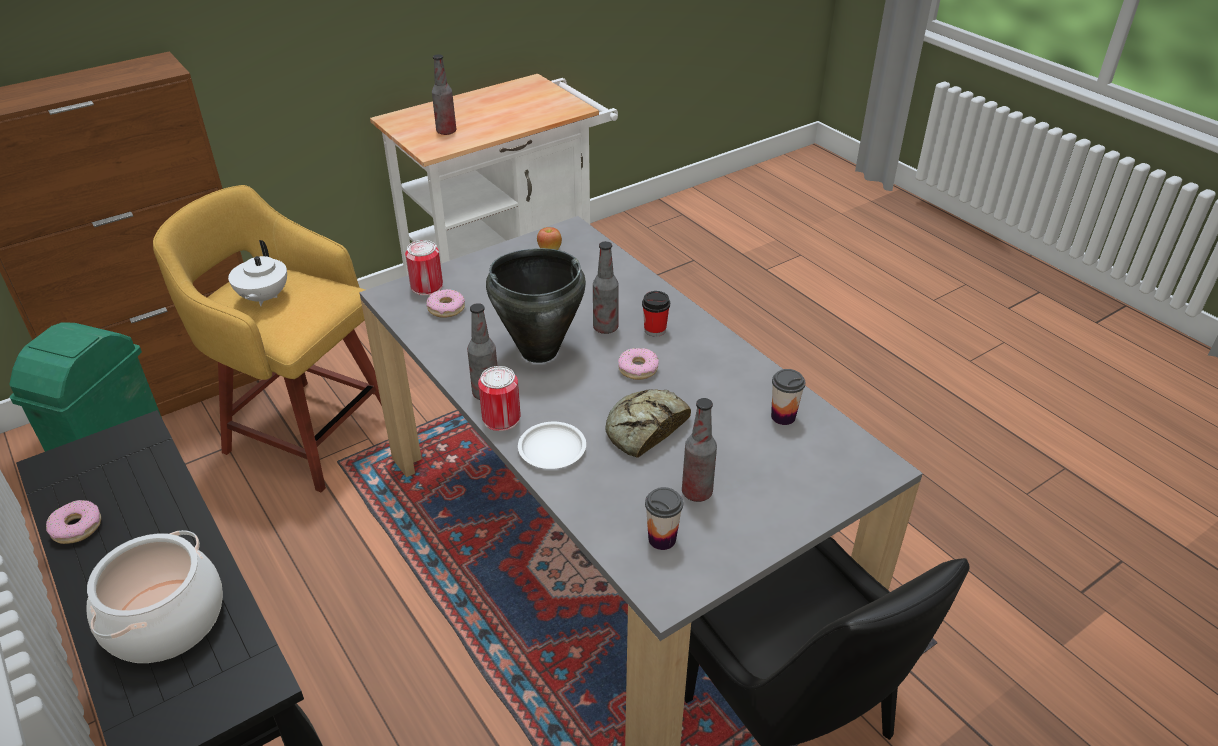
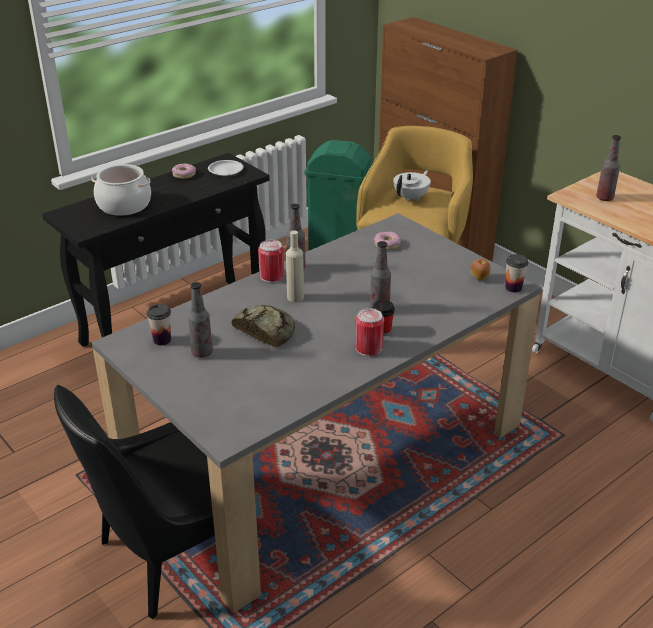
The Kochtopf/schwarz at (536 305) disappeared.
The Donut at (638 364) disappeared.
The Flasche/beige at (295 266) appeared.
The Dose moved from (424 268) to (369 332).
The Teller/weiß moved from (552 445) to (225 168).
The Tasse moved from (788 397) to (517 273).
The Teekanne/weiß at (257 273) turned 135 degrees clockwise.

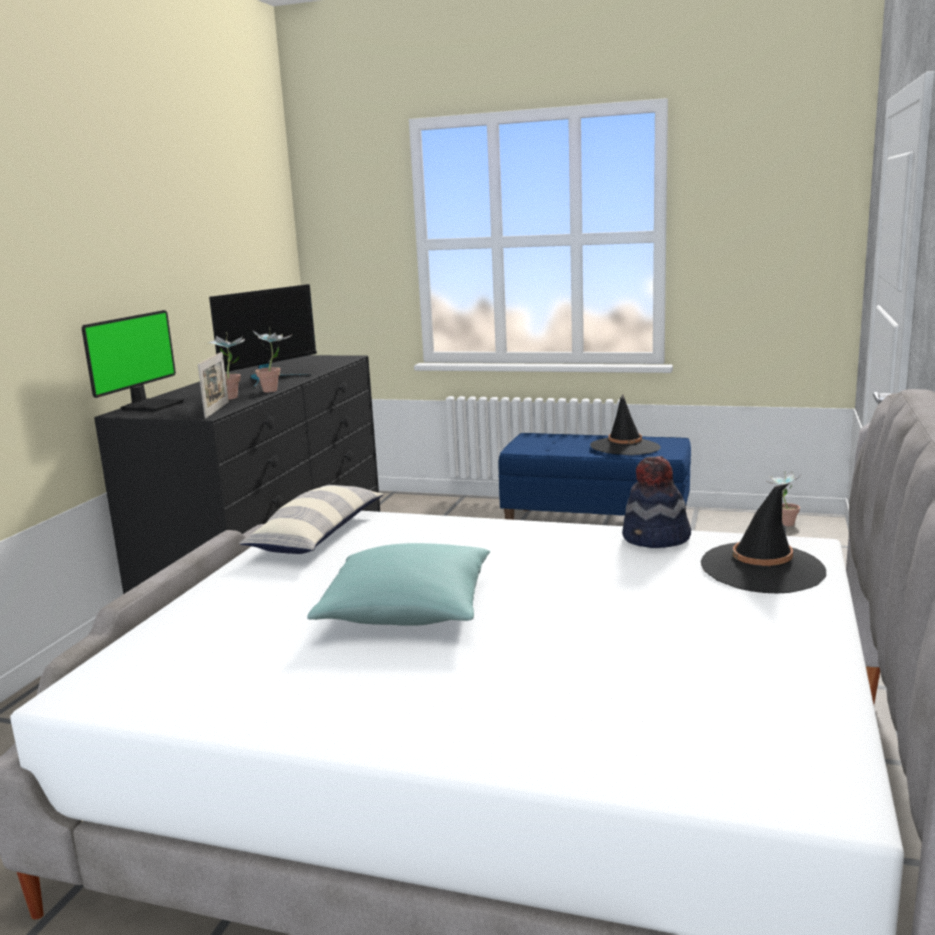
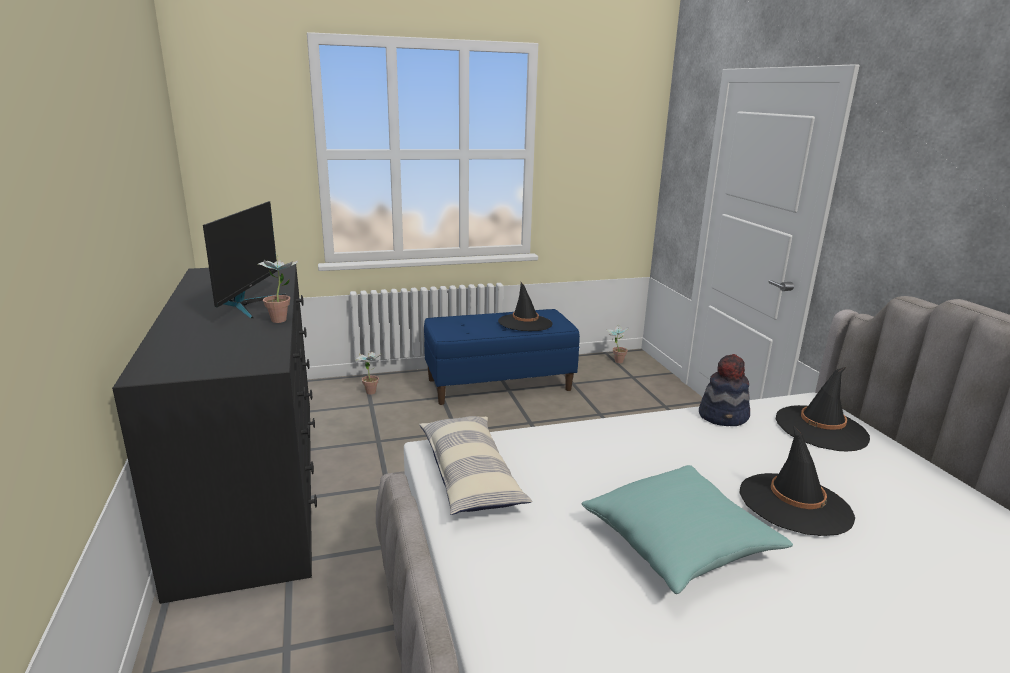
The Monitor at (133 361) disappeared.
The Bilderrahmen at (213 385) disappeared.
The Hut/schwarz at (797 480) appeared.
The Topfpflanze moved from (226 366) to (369 373).

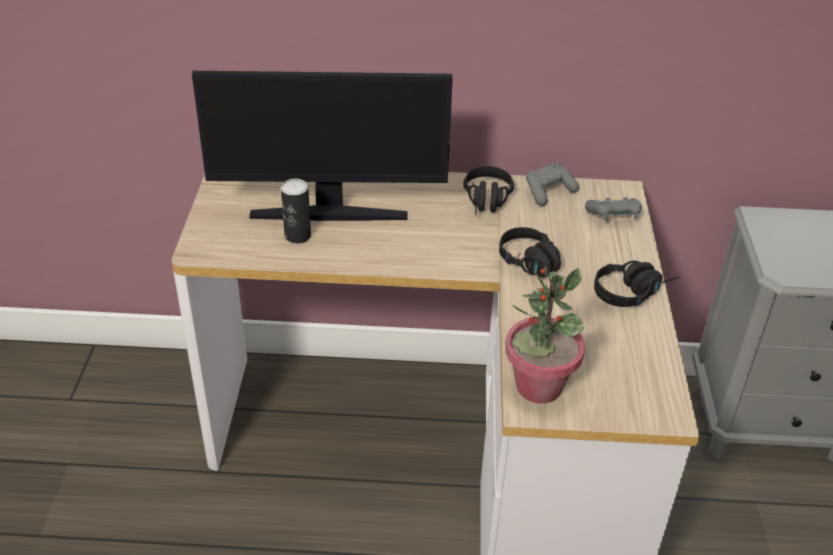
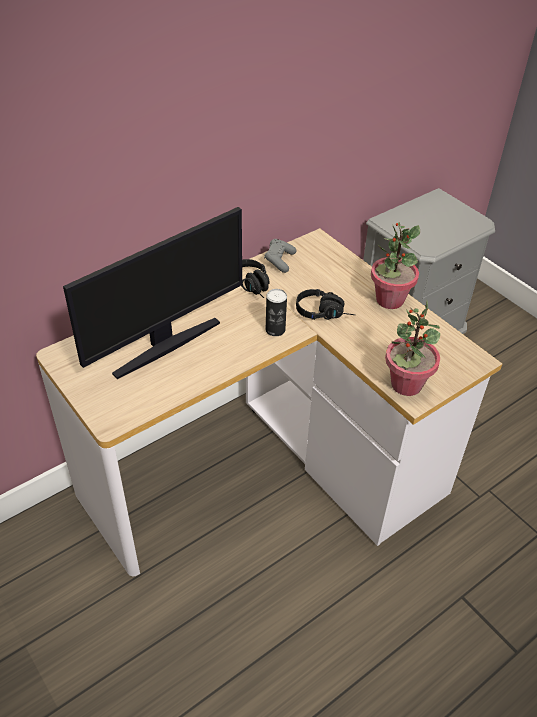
The Gamepad/grau at (613 208) disappeared.
The Dose moved from (296 211) to (276 312).
The Kopfhörer/schwarz at (636 284) was replaced by the Topfpflanze at (395 265).

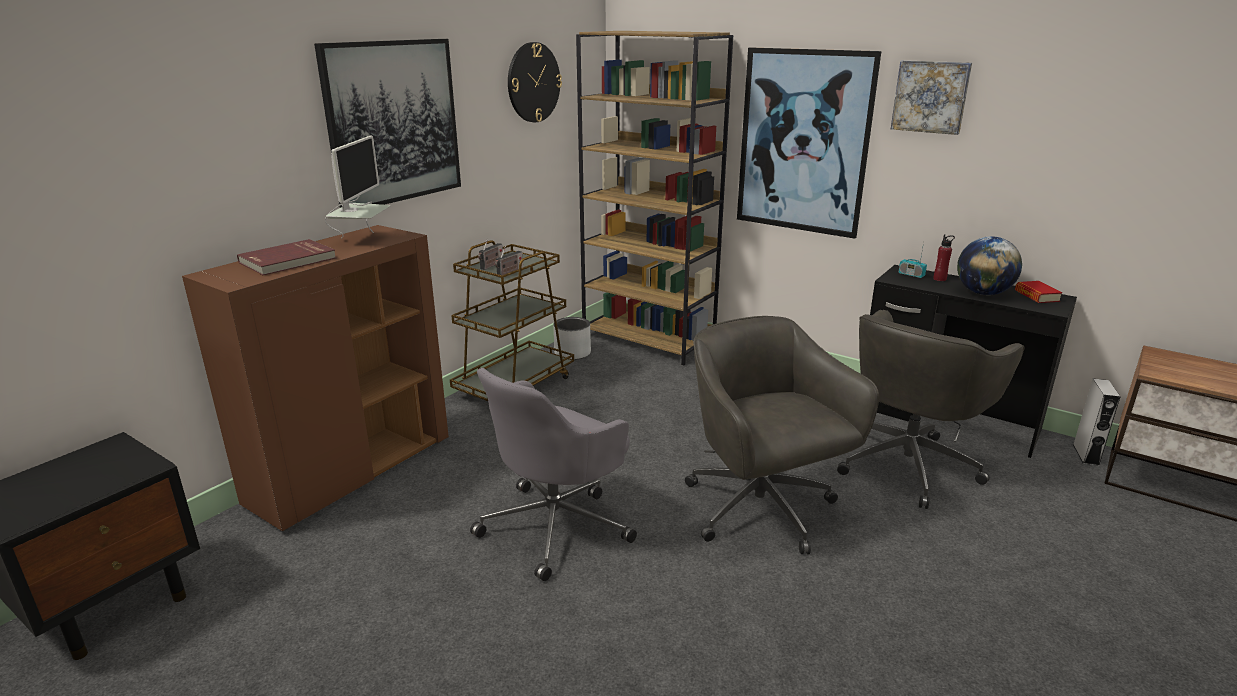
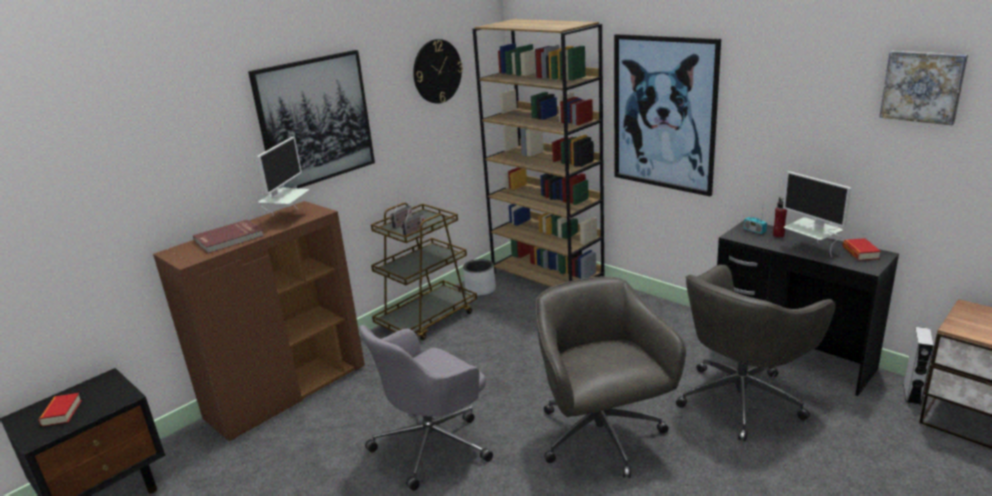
The Buch at (60 409) appeared.
The Bild moved from (931 97) to (923 88).
The Globus at (989 265) was replaced by the Monitor at (817 214).

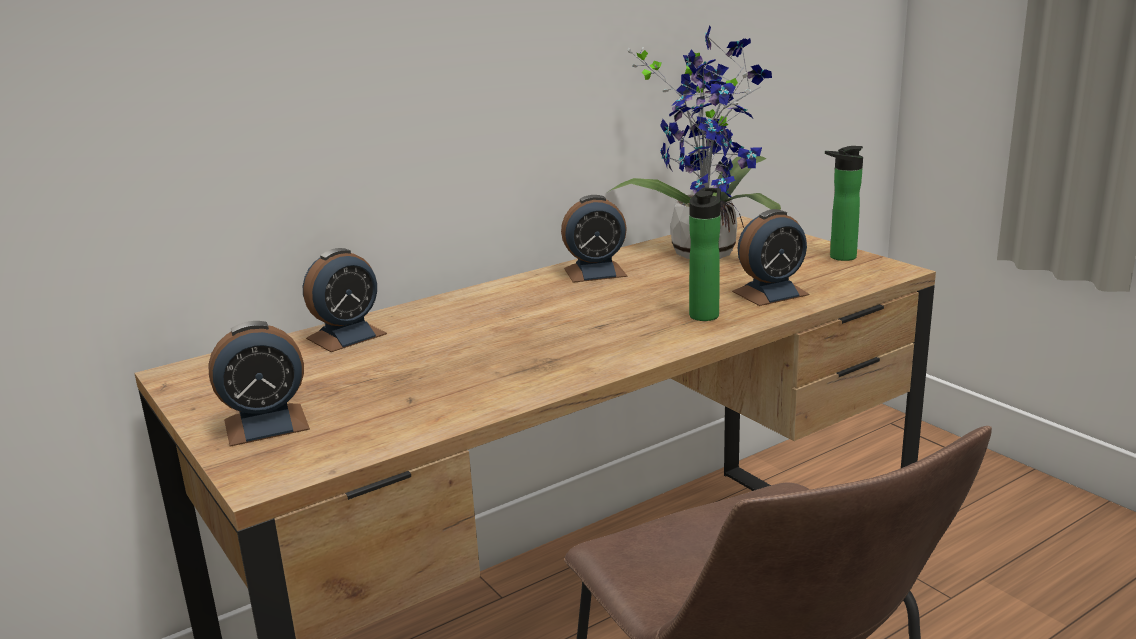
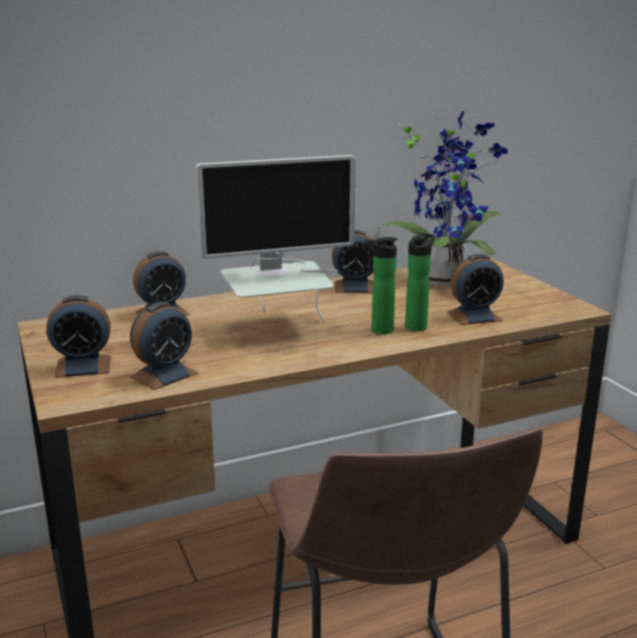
The Wecker at (164 346) appeared.
The Monitor at (276 239) appeared.
The Flasche moved from (844 203) to (381 285).

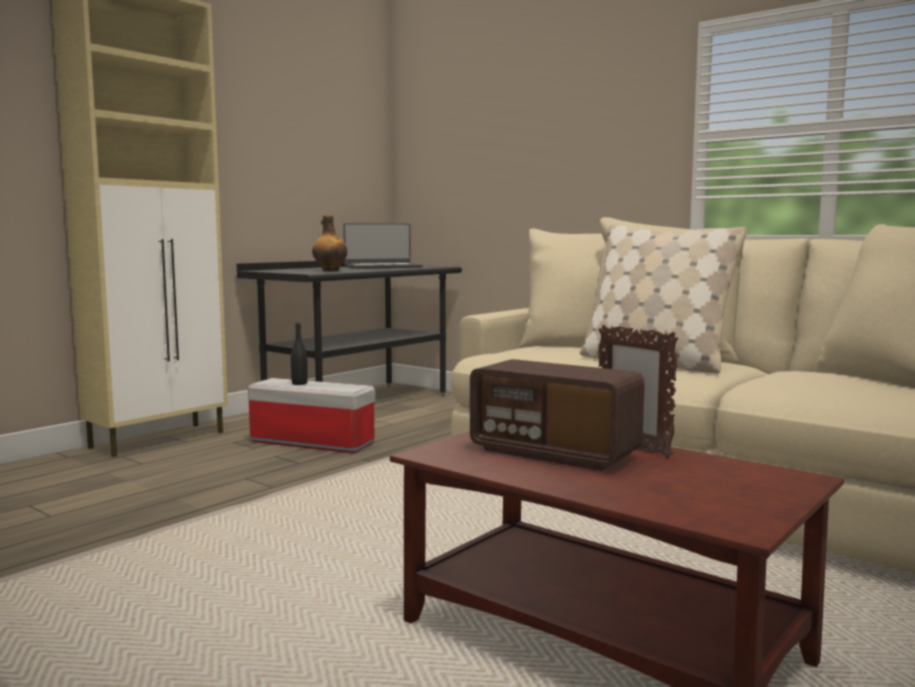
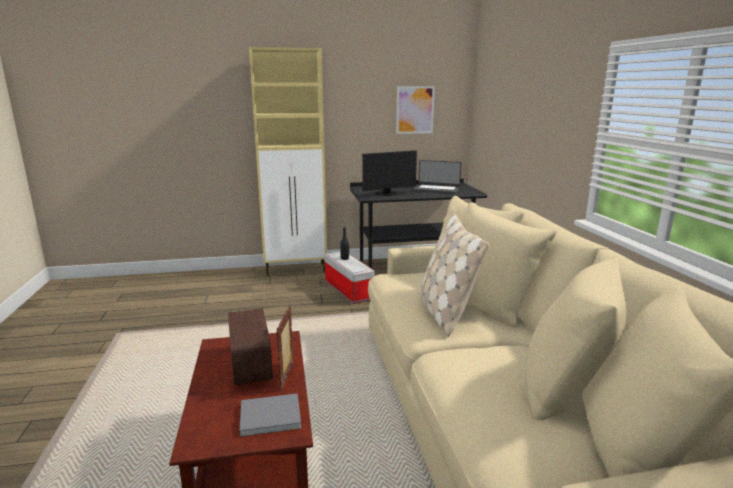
The Buch/grau at (270 415) appeared.
The Bild at (415 110) appeared.
The Flasche at (329 243) was replaced by the Monitor at (389 173).

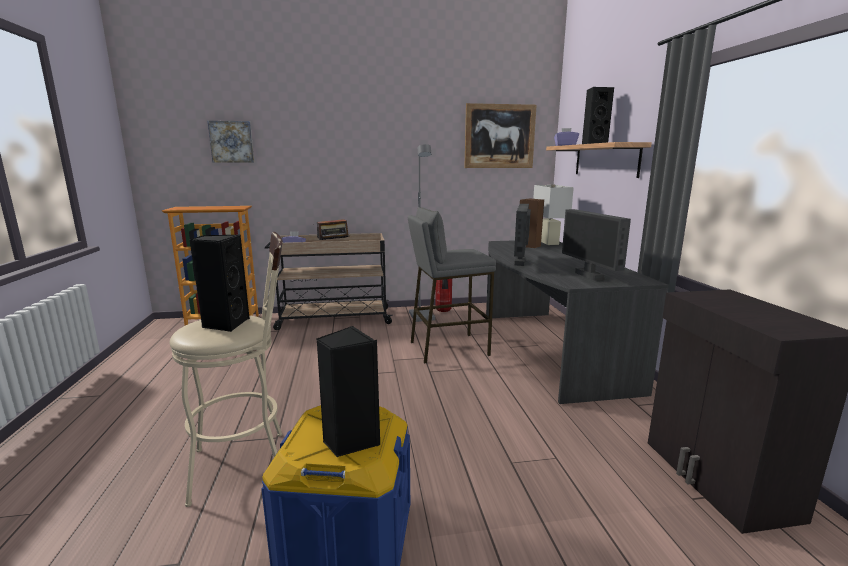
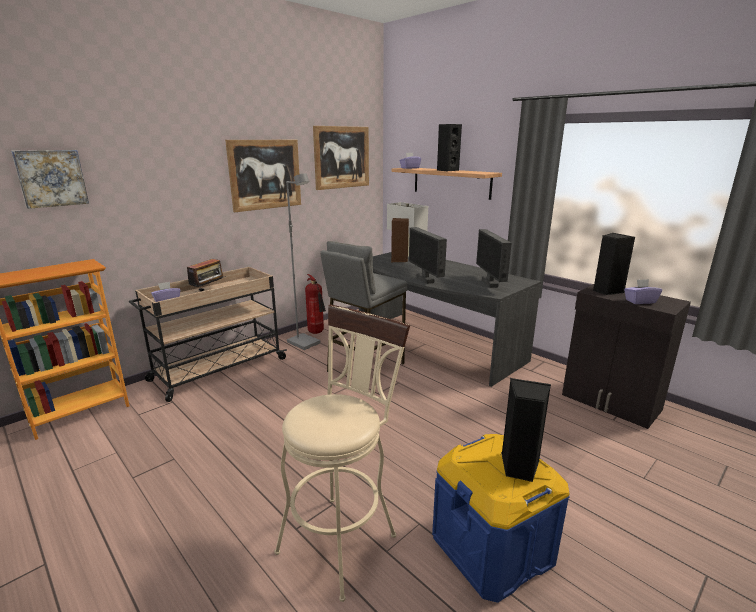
The Bild at (263 176) appeared.
The Taschentuchbox/lila at (643 291) appeared.
The Lautsprecher/schwarz moved from (219 283) to (614 264).
The Monitor at (596 245) turned 45 degrees clockwise.

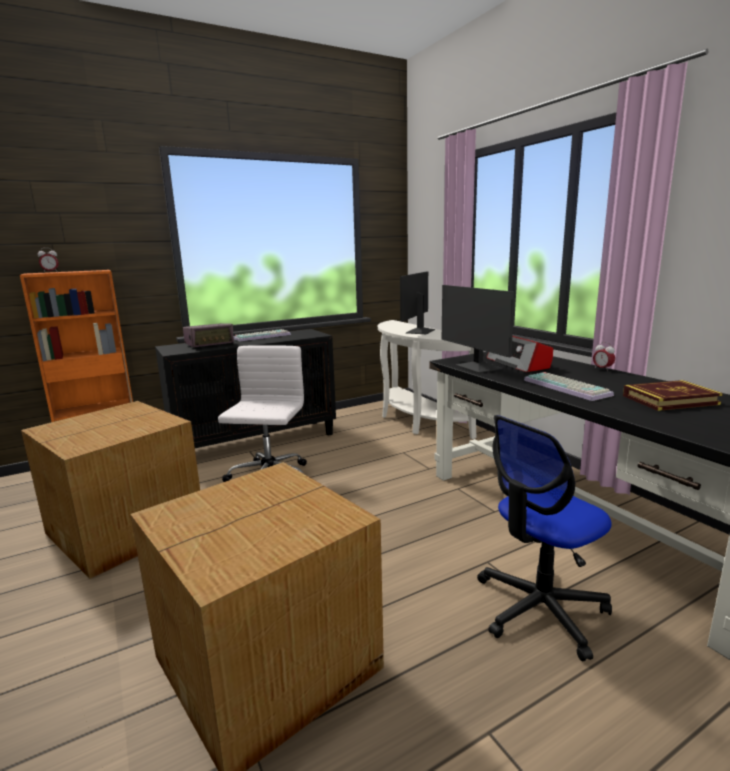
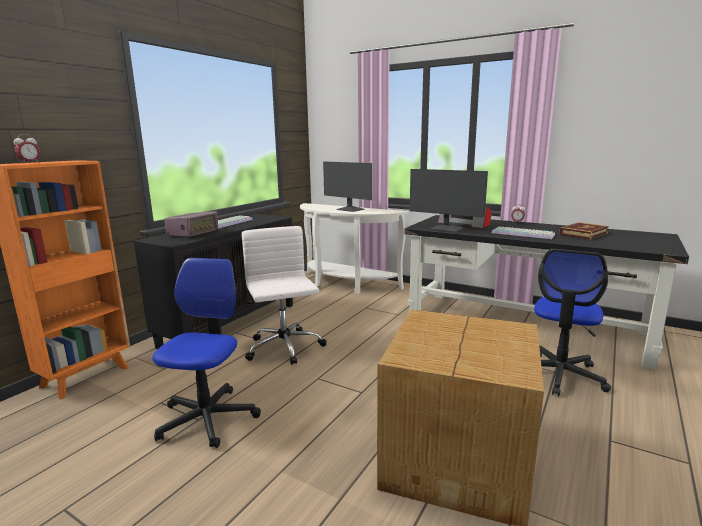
The Karton at (110 490) was replaced by the Bürostuhl at (206 353).
The Monitor at (417 302) turned 45 degrees counterclockwise.

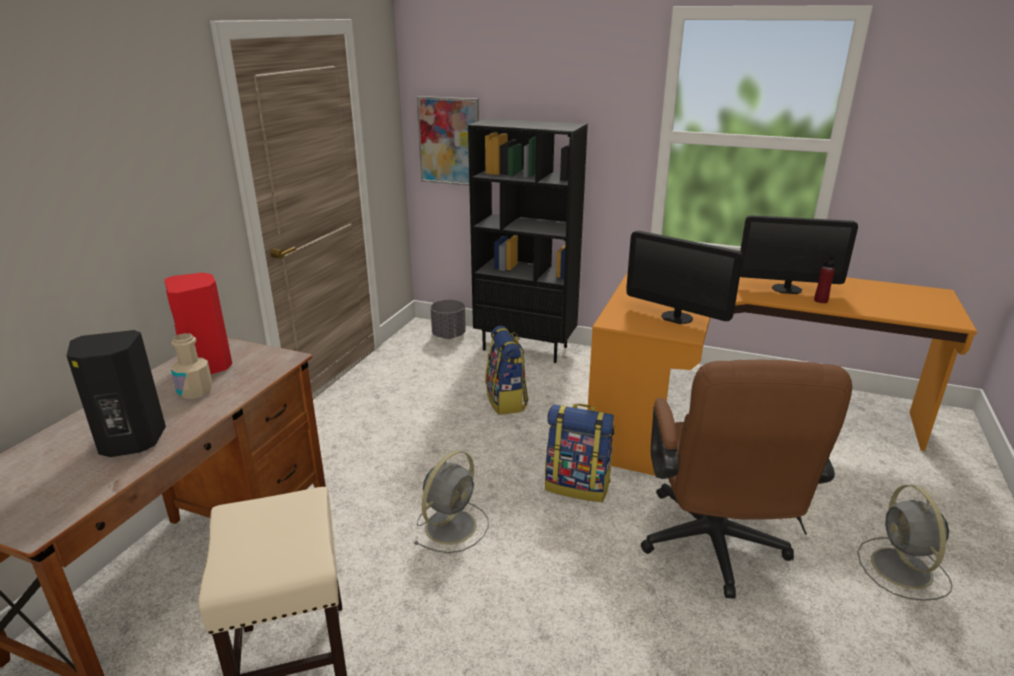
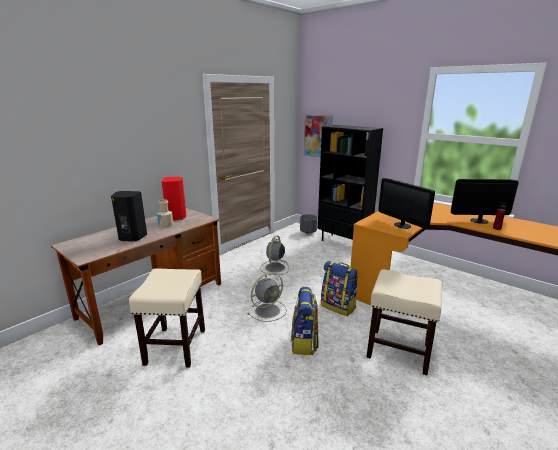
The Rucksack moved from (506 370) to (305 321).
The Ventilator/grau moved from (905 543) to (274 255).
The Bürostuhl/braun at (746 479) was replaced by the Hocker/beige at (404 322).
The Monitor at (799 254) turned 150 degrees clockwise.

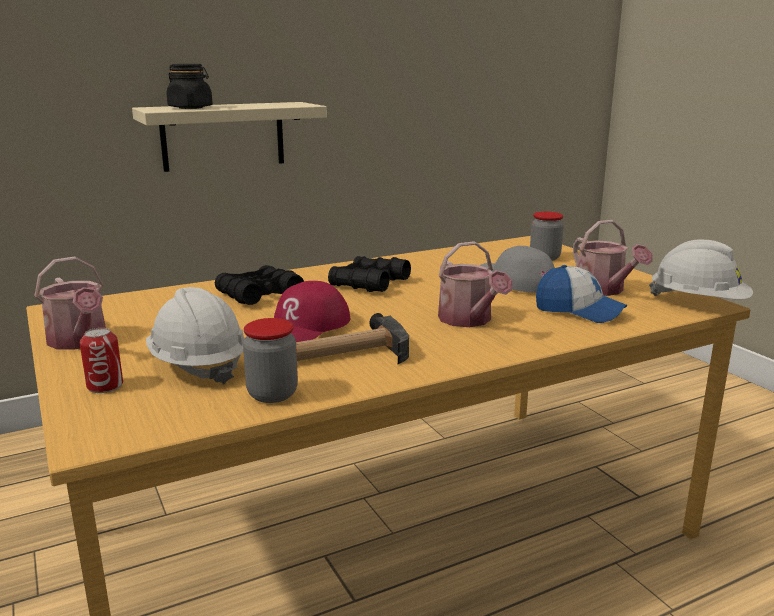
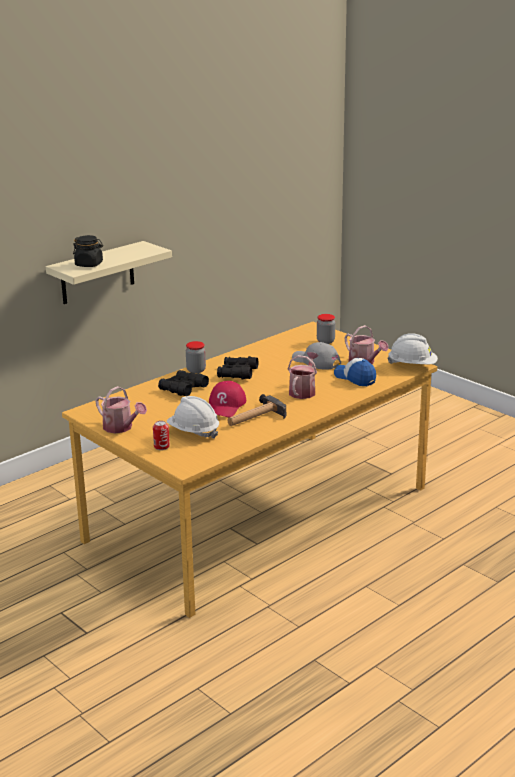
The Vorratsglas moved from (270 360) to (196 357).
The Gießkanne at (475 284) turned 120 degrees counterclockwise.
The Kappe at (581 294) turned 150 degrees counterclockwise.

